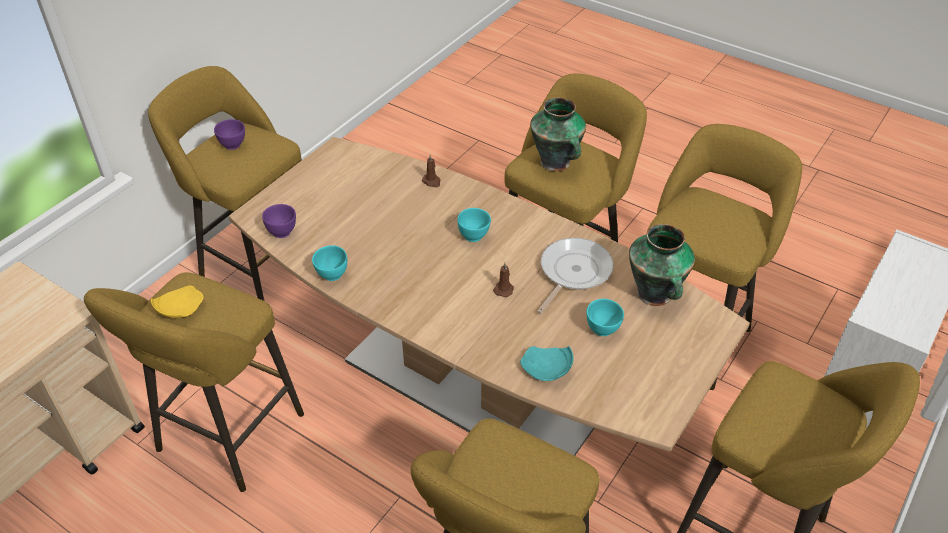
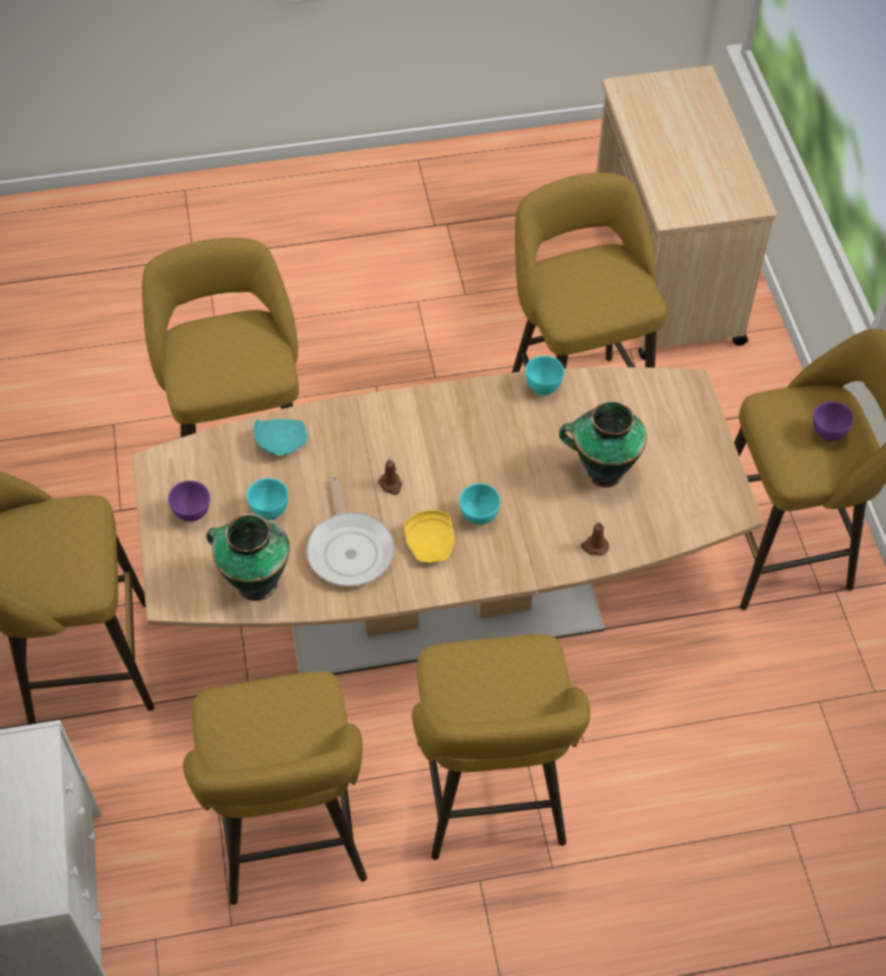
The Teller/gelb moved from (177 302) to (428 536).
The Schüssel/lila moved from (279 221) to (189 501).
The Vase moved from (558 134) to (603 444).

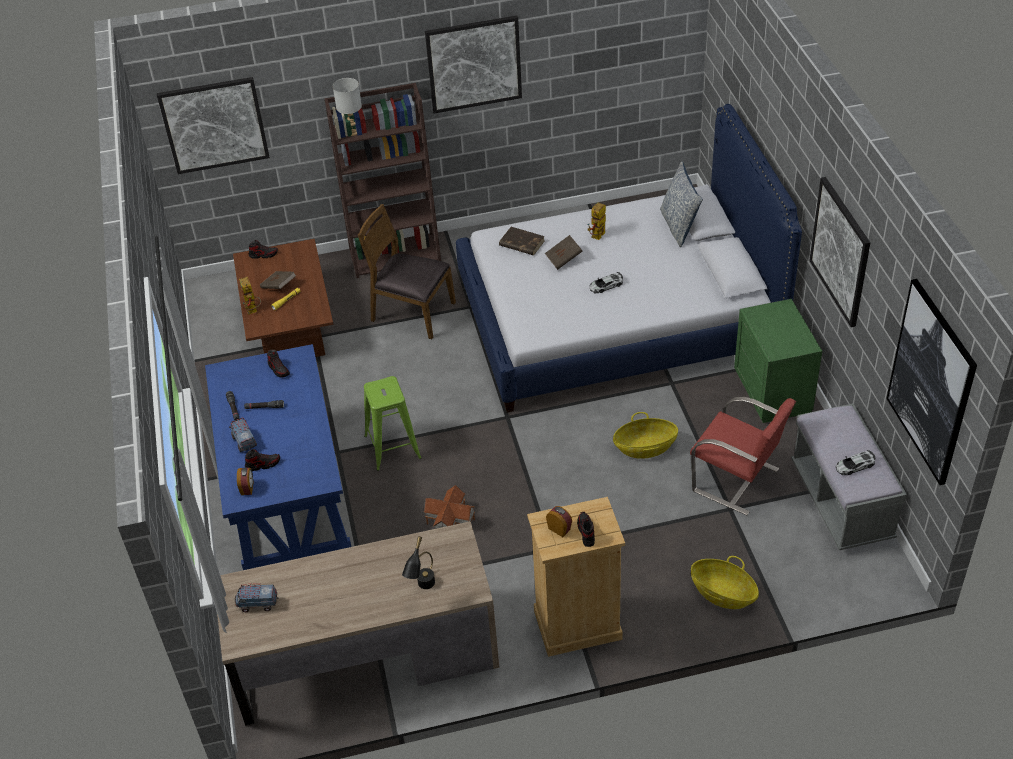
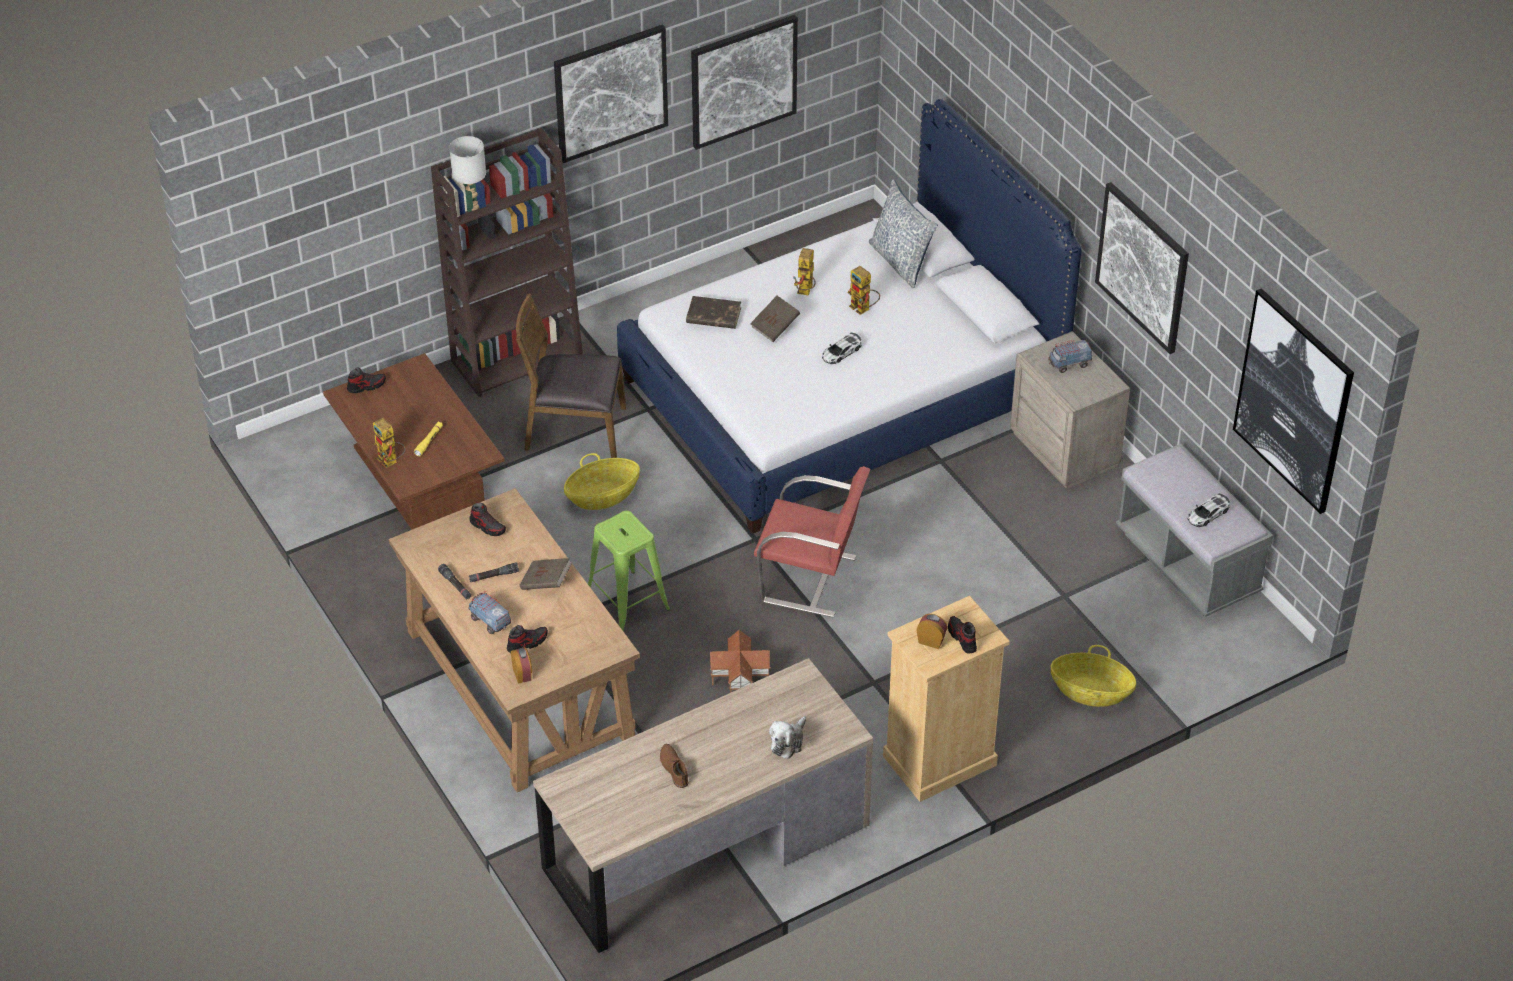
The Schuh/braun at (674 766) appeared.
The Spielzeugroboter at (863 290) appeared.
The Bild moved from (213 125) to (744 82).
The Spielzeuglaster moved from (257 597) to (1070 356).
The Buch/braun moved from (278 280) to (546 574).
The Korb moved from (645 435) to (602 481).
The Stuhl/rot moved from (743 456) to (812 541).
The Tischlampe/schwarz at (418 562) was replaced by the Plüschtier at (787 737).
The Schreibtisch/blau at (278 457) became the Schreibtisch/braun at (514 640).
The Nachttisch/grün at (778 361) became the Nachttisch/beige at (1070 410).

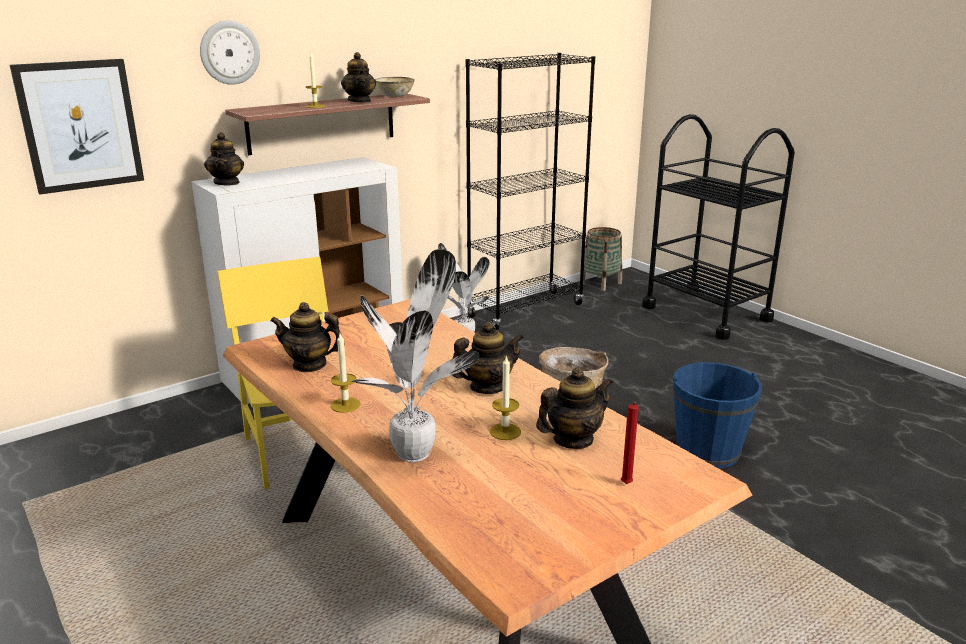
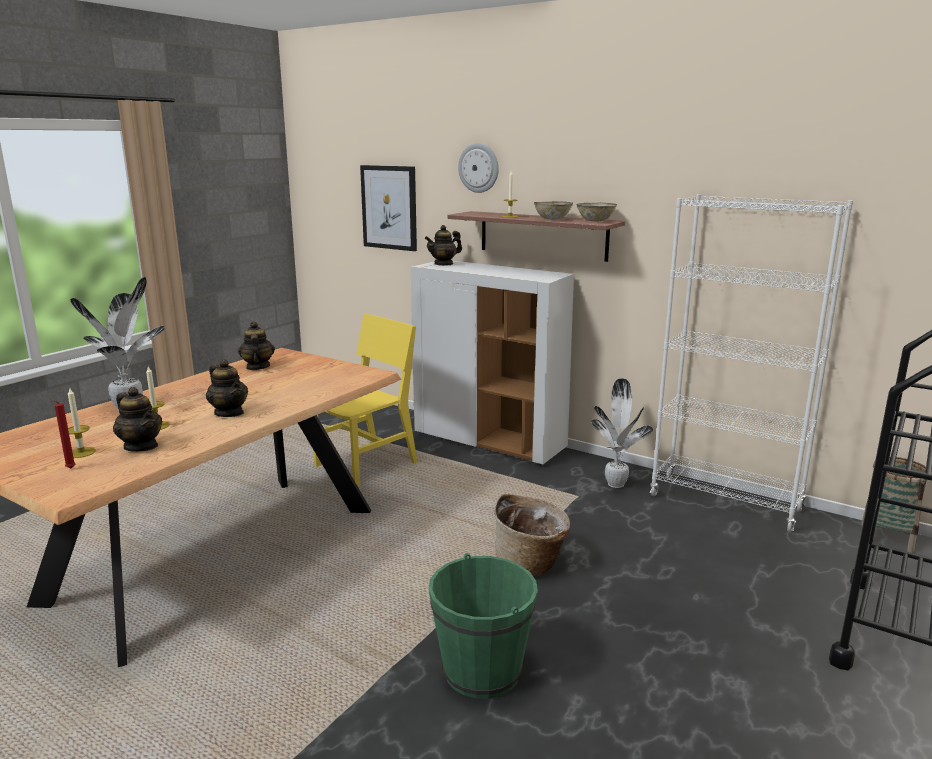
The Kerze moved from (346 373) to (82 423).
The Teekanne at (358 77) was replaced by the Schüssel at (553 210).
The Bücherregal/schwarz at (530 191) became the Bücherregal/weiß at (751 363).
The Eimer/blau at (717 415) became the Eimer/grün at (483 626).

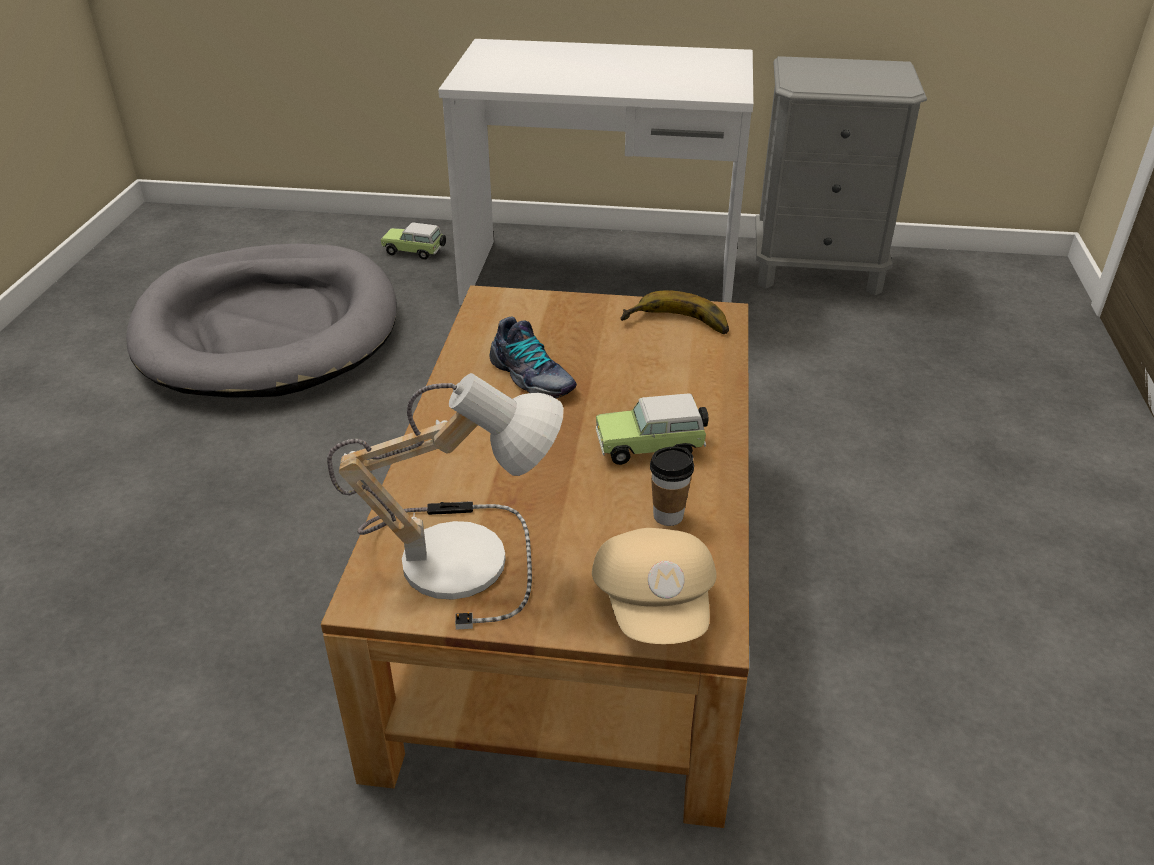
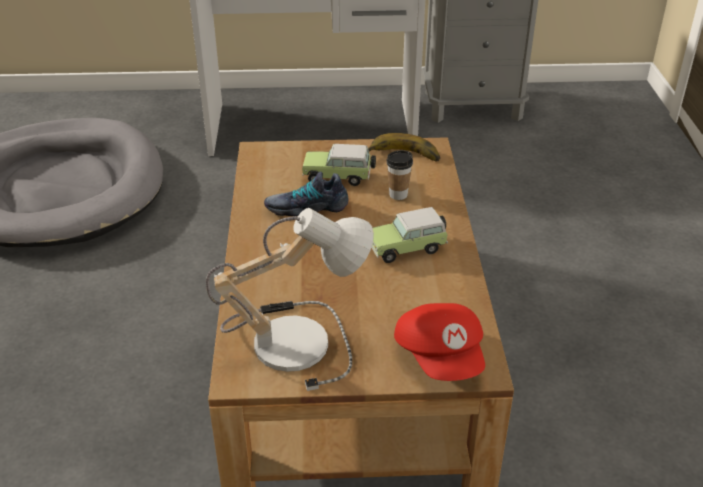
The Spielzeugauto moved from (413 241) to (339 165).
The Tasse moved from (672 486) to (399 175).
The Kappe/beige at (654 586) became the Kappe/rot at (439 342).
The Schuh at (533 357) turned 135 degrees clockwise.

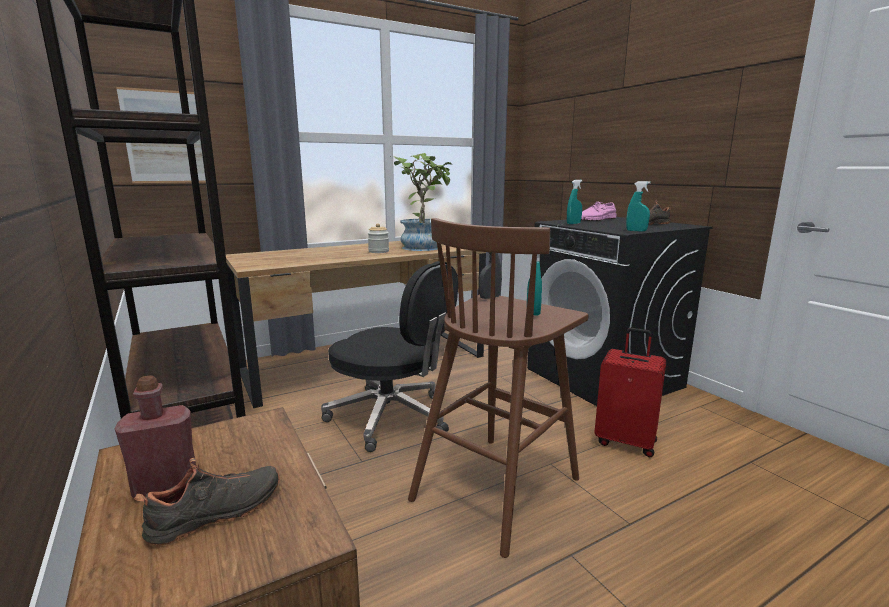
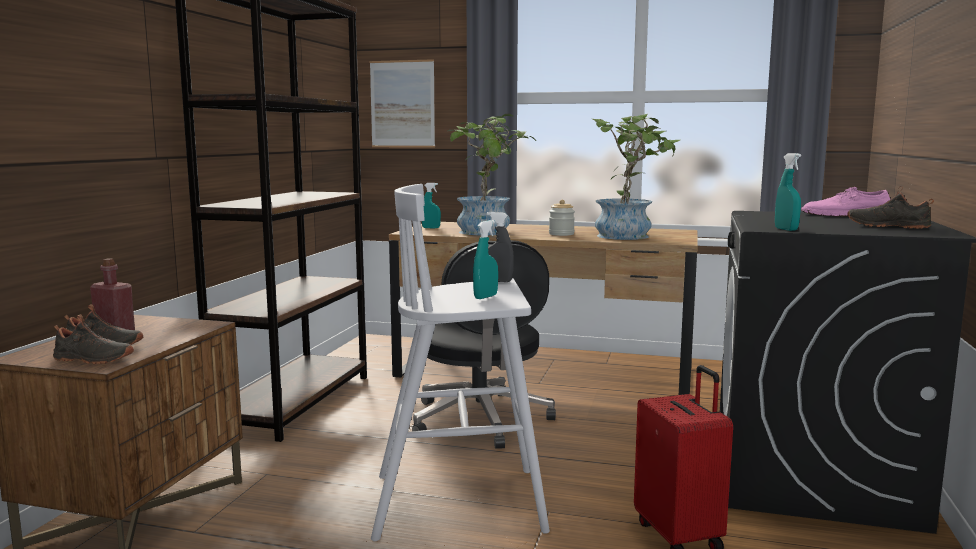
The Schuh/schwarz at (93 339) appeared.
The Topfpflanze at (491 174) appeared.
The Sprühflasche/türkis moved from (575 202) to (431 205).
The Hocker/braun at (498 388) became the Hocker/weiß at (460 362).

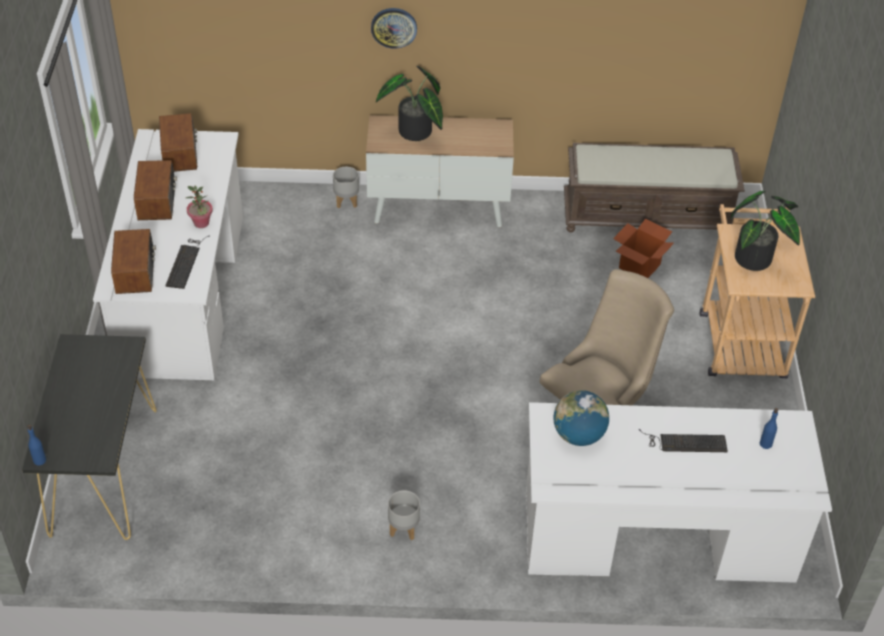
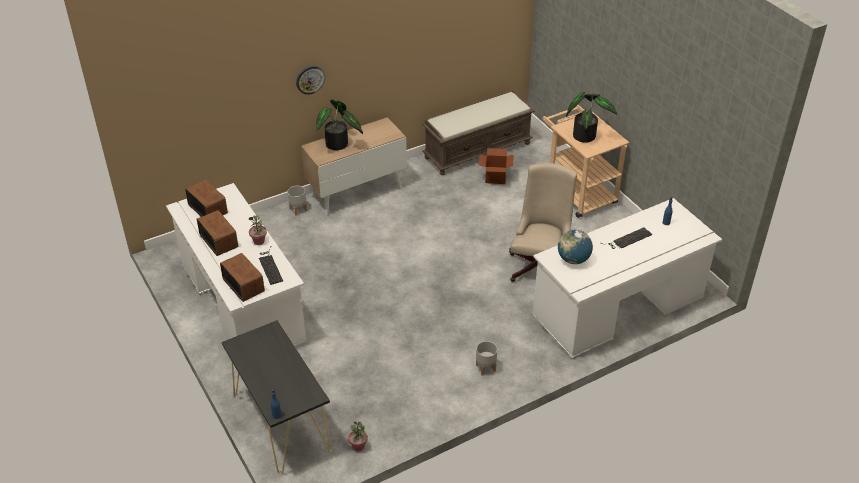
The Topfpflanze at (358 436) appeared.

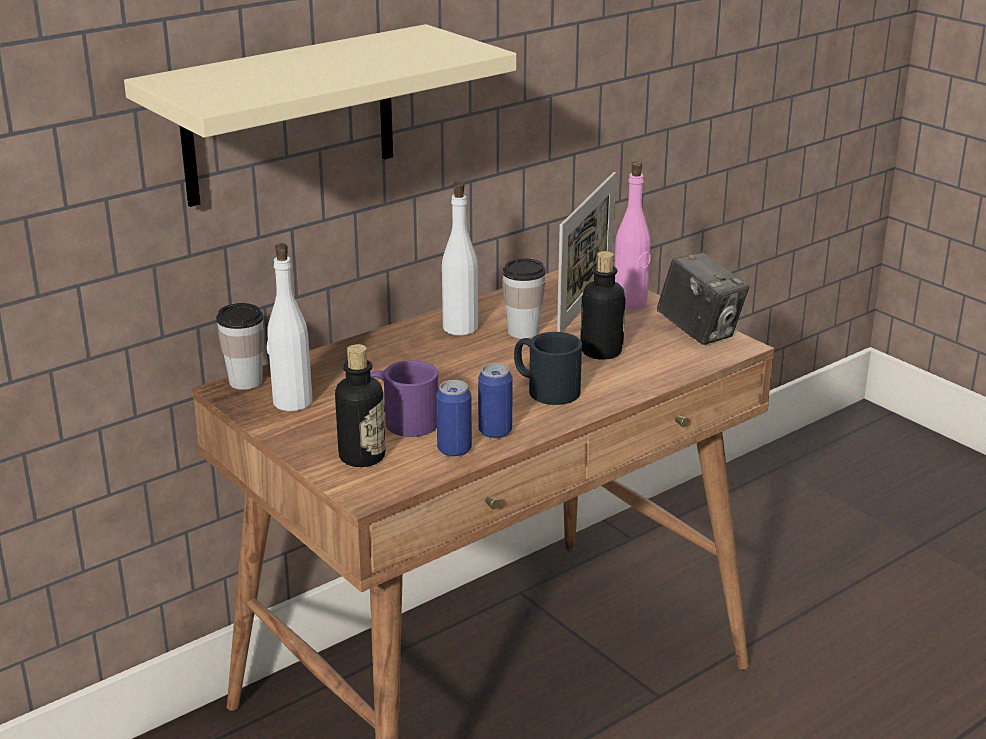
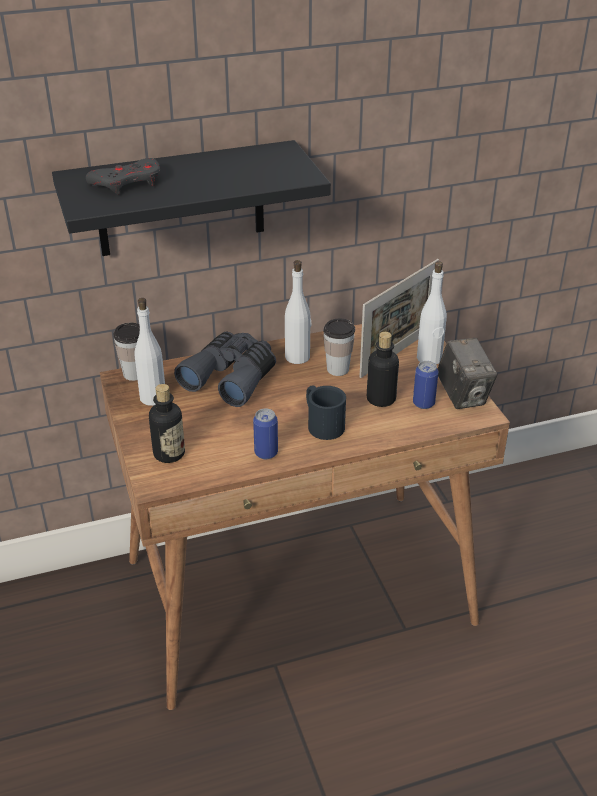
The Henkelbecher/lila at (404 398) disappeared.
The Gamepad/grau at (123 176) appeared.
The Fernglas/grau at (225 369) appeared.
The Dose moved from (454 418) to (425 385).
The Wandregal/beige at (320 115) became the Wandregal/schwarz at (191 198).
The Flasche/rosa at (633 235) became the Flasche/weiß at (432 312).

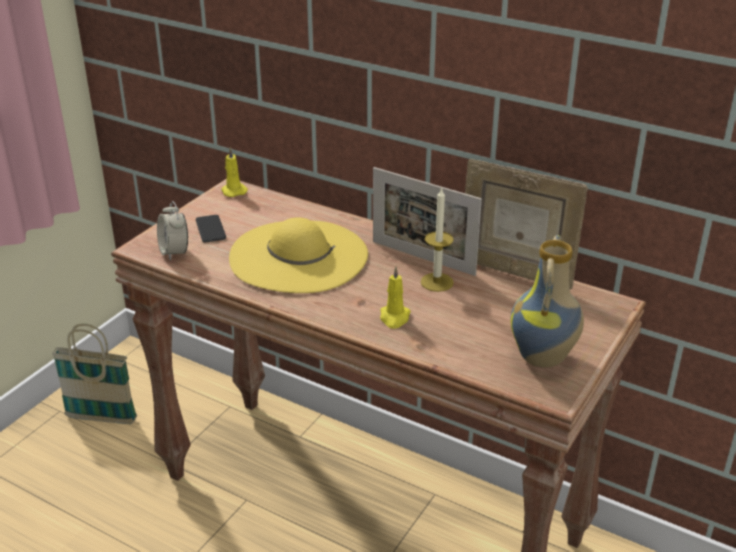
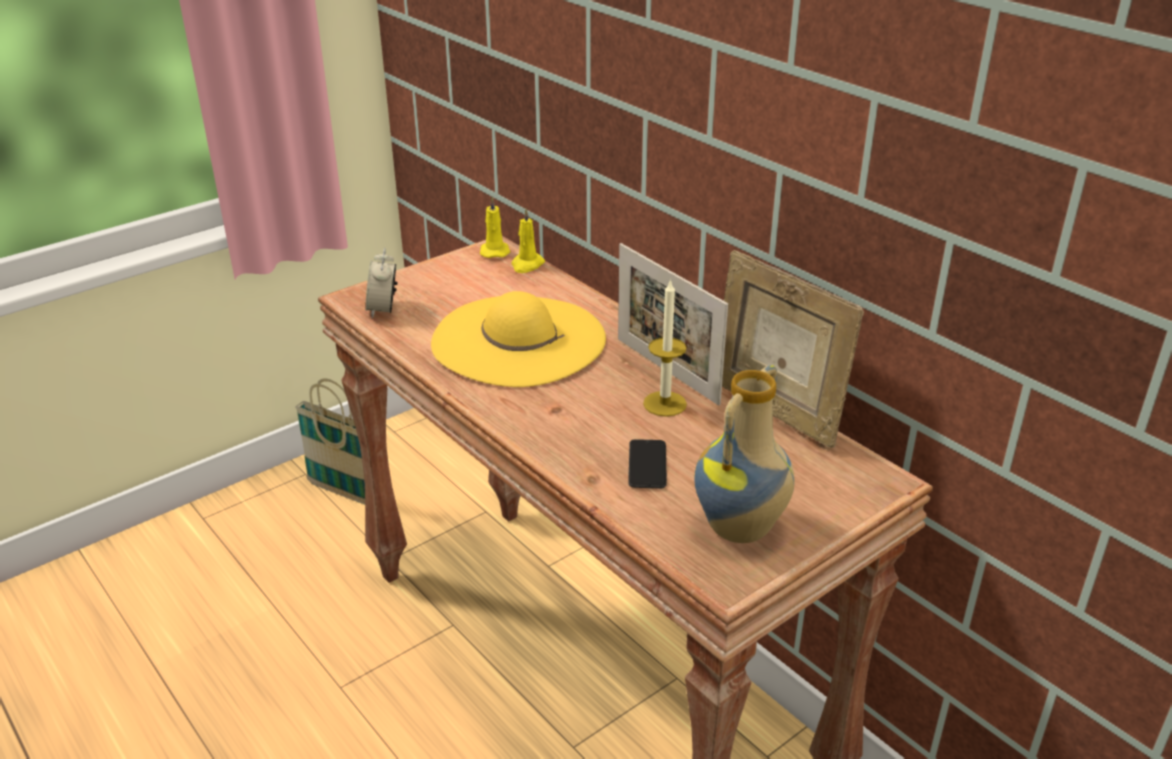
The Handy moved from (211 229) to (647 463).
The Kerze/gelb moved from (395 298) to (528 241).

